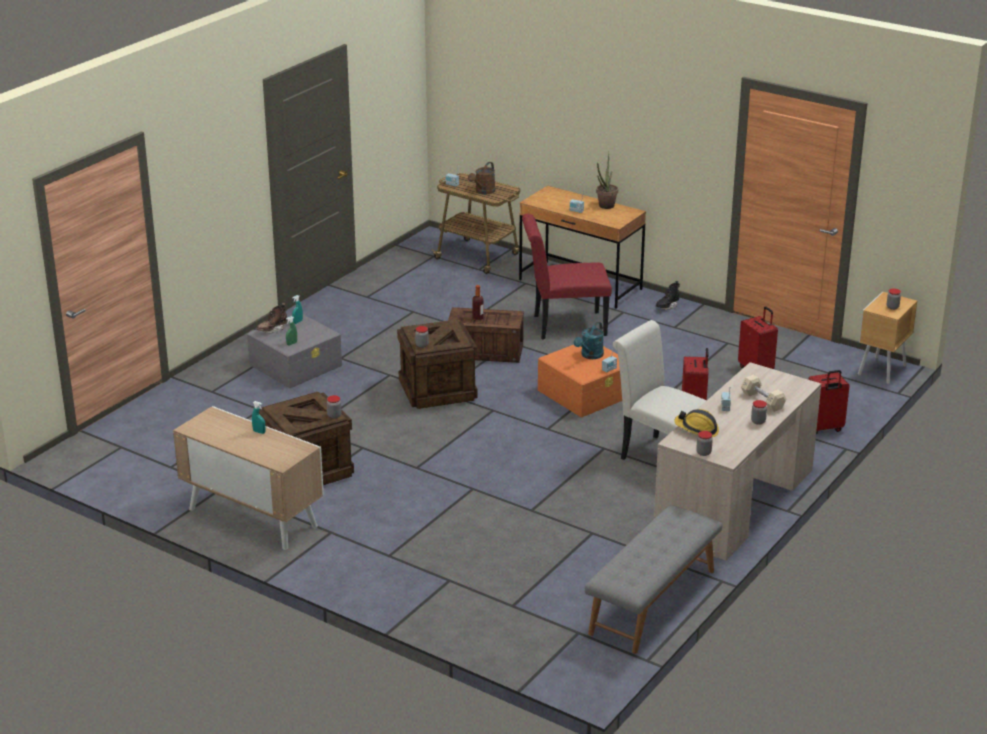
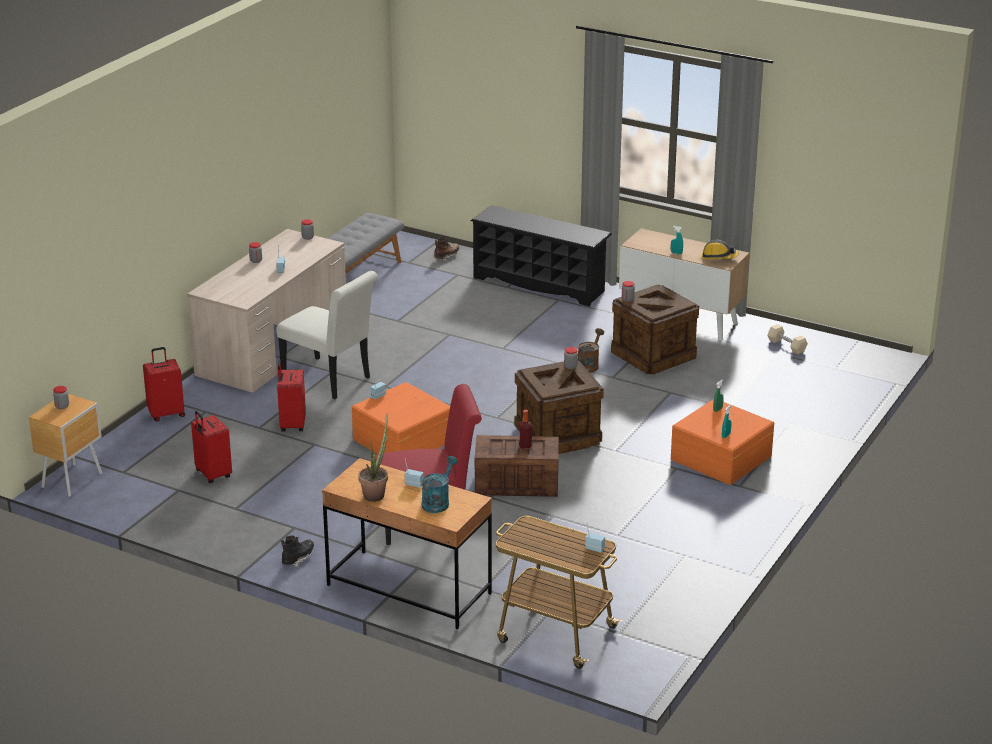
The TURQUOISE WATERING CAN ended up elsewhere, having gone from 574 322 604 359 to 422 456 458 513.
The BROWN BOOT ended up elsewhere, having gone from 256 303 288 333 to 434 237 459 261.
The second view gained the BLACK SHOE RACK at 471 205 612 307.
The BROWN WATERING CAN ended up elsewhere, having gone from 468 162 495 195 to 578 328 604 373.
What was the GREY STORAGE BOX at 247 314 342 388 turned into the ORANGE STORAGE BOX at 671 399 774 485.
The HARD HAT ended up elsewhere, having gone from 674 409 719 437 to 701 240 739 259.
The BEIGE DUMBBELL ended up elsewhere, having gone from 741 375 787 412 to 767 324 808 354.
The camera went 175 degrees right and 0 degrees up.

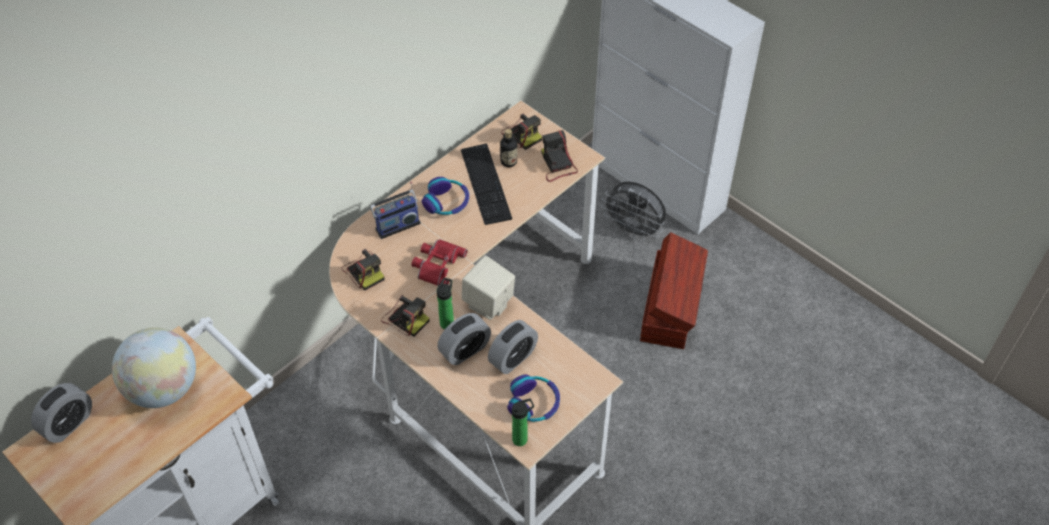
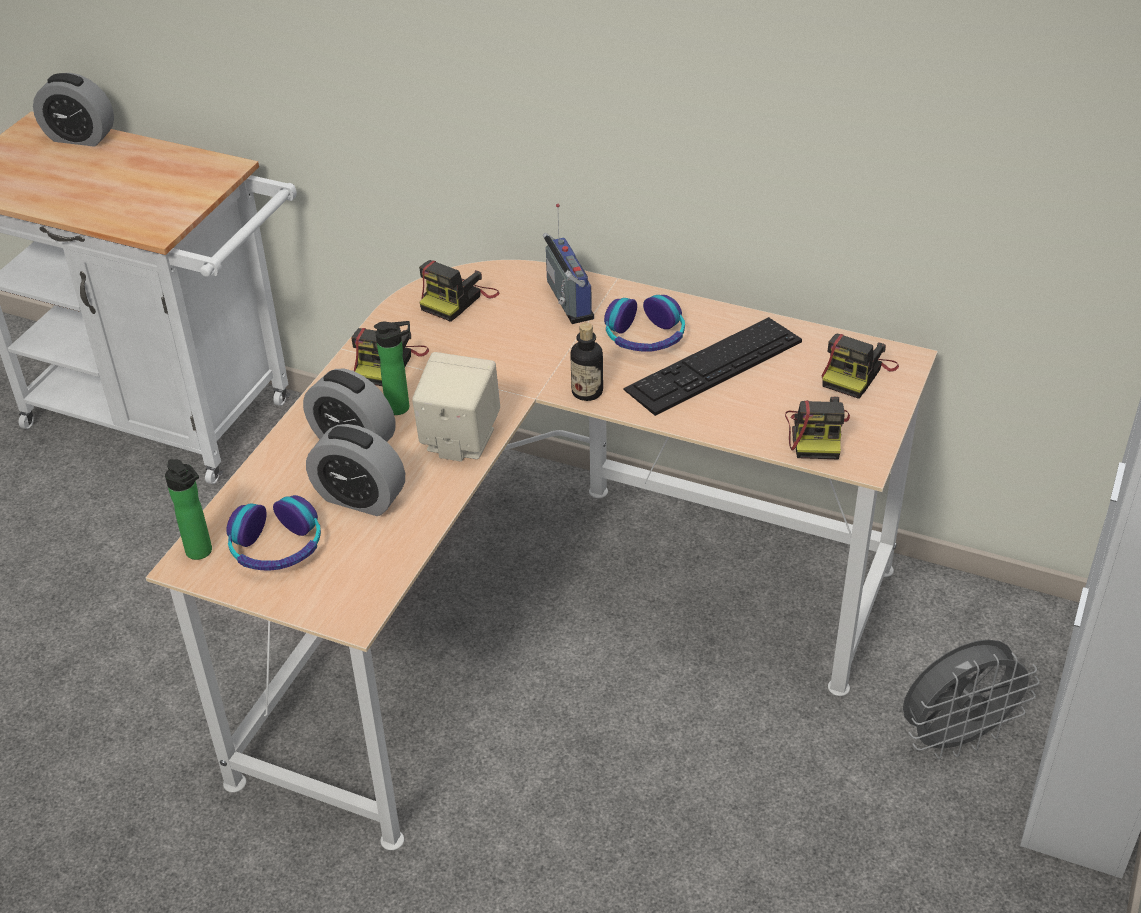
The RADIO at 370 181 421 239 ended up facing another way, 150 degrees counterclockwise from before.
The BOTTLE ended up elsewhere, having gone from 500 129 517 167 to 570 323 603 401.
The PHOTO CAMERA at 541 130 578 182 ended up facing another way, 135 degrees clockwise from before.
The GREY FAN at 601 182 666 241 ended up facing another way, 120 degrees counterclockwise from before.
The second view lost the GLOBE at 112 328 196 408.
The second view lost the RED BINOCULARS at 412 239 467 286.
The second view lost the BROWN STORAGE BOX at 640 232 708 349.
The camera went 70 degrees right and 10 degrees down.

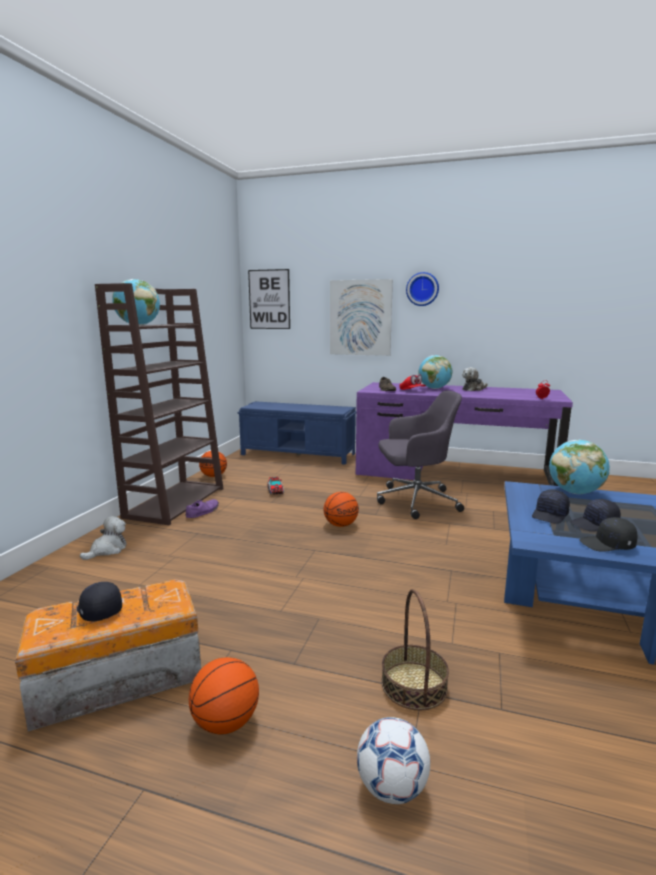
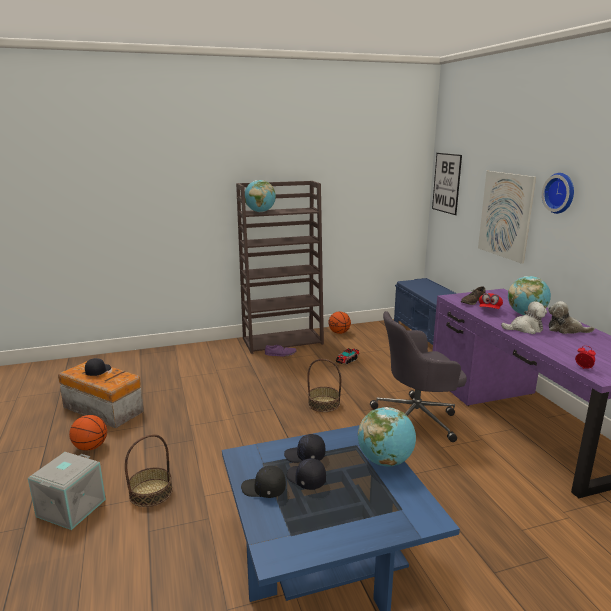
Where the FOOTBALL stood at 357 717 430 804, the GREY STORAGE BOX came to stand at 28 452 106 530.
The BLACK CAP at 579 517 637 552 ended up facing another way, 45 degrees counterclockwise from before.
Where the BASKETBALL stood at 323 492 359 527, the BASKET came to stand at 307 359 341 412.
The GREY OFFICE CHAIR at 377 391 464 519 ended up facing another way, 120 degrees clockwise from before.
The PLUSH TOY ended up elsewhere, having gone from 80 516 127 560 to 501 301 547 334.
The camera went 55 degrees right and 5 degrees up.

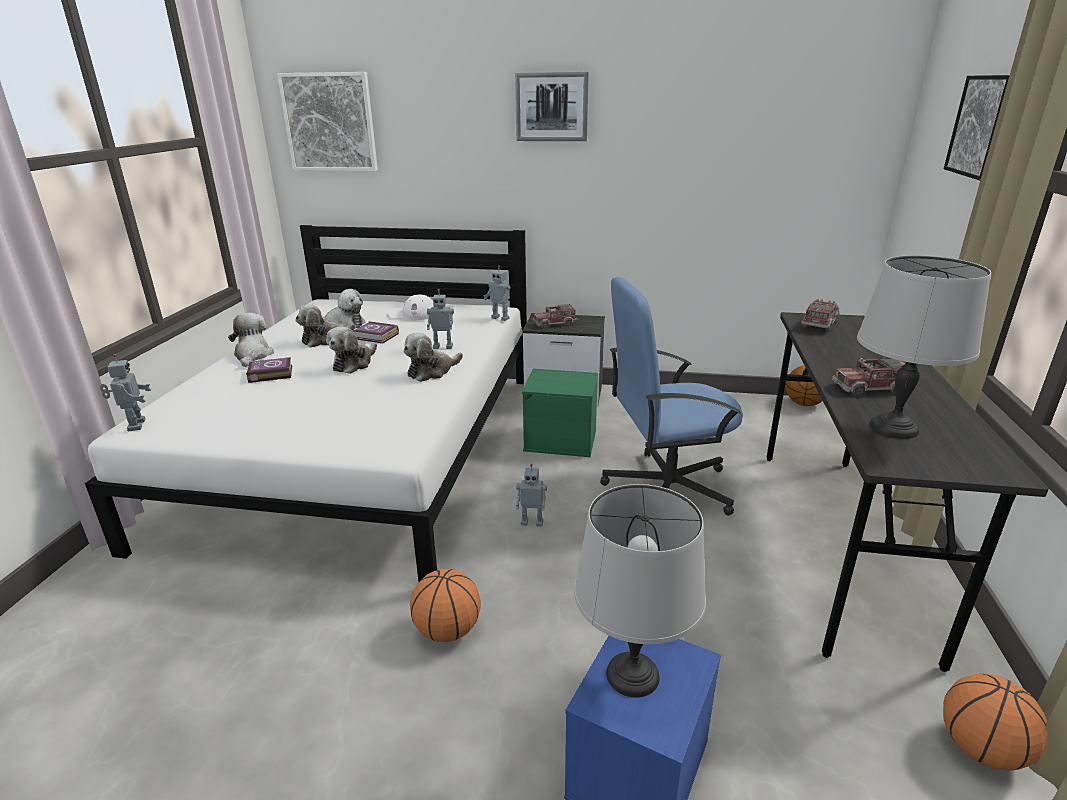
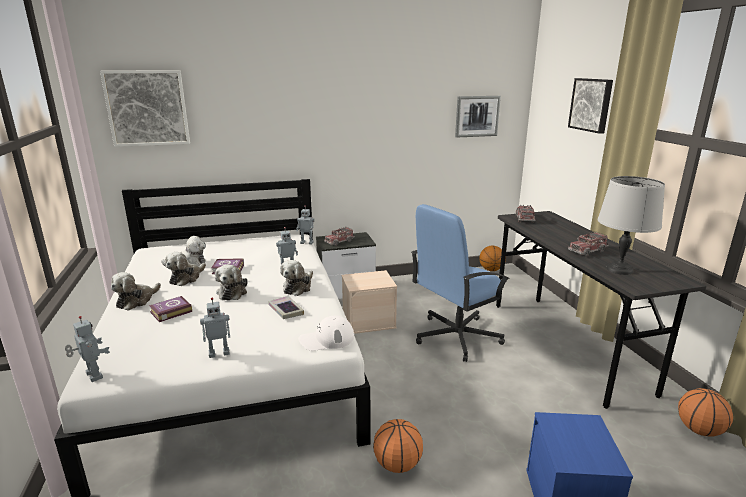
The PLUSH TOY at 228 313 274 367 ended up facing another way, 120 degrees counterclockwise from before.
The TOY ROBOT ended up elsewhere, having gone from 516 464 547 527 to 200 298 230 358.
The second view gained the BOOK at 268 295 304 319.
The WHITE CAP ended up elsewhere, having gone from 388 295 434 320 to 299 316 354 351.
What was the GREEN STORAGE BOX at 522 369 598 457 turned into the BEIGE STORAGE BOX at 341 270 397 334.
The PICTURE ended up elsewhere, having gone from 515 72 589 141 to 455 96 501 138.
The second view lost the GREY TABLE LAMP at 574 484 706 698.
The camera went 25 degrees left and 5 degrees down.

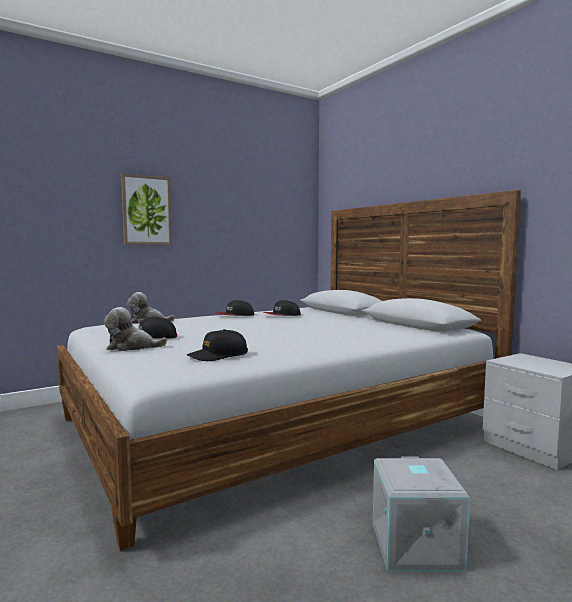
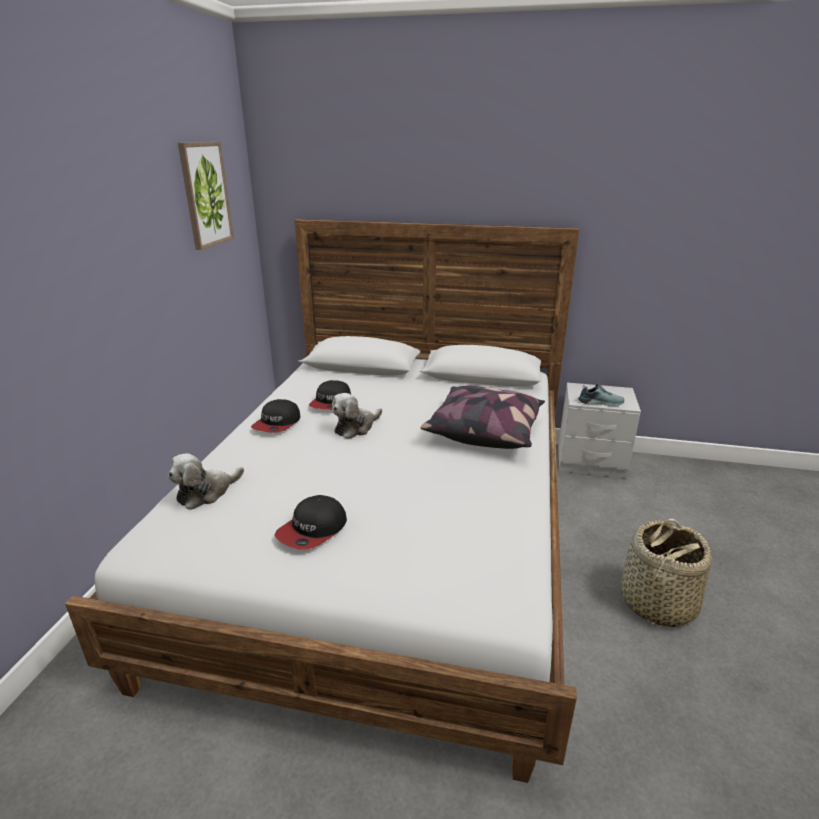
The PICTURE ended up elsewhere, having gone from 121 173 172 245 to 178 142 234 250.
The PLUSH TOY ended up elsewhere, having gone from 104 307 167 351 to 332 393 382 439.
The second view gained the PILLOW at 421 386 545 449.
The second view gained the SHOE at 578 384 624 406.
Where the GREY STORAGE BOX stood at 373 457 470 572, the BASKET came to stand at 621 518 711 627.
The second view lost the BLACK CAP at 187 329 248 361.
The camera went 45 degrees left and 20 degrees up.

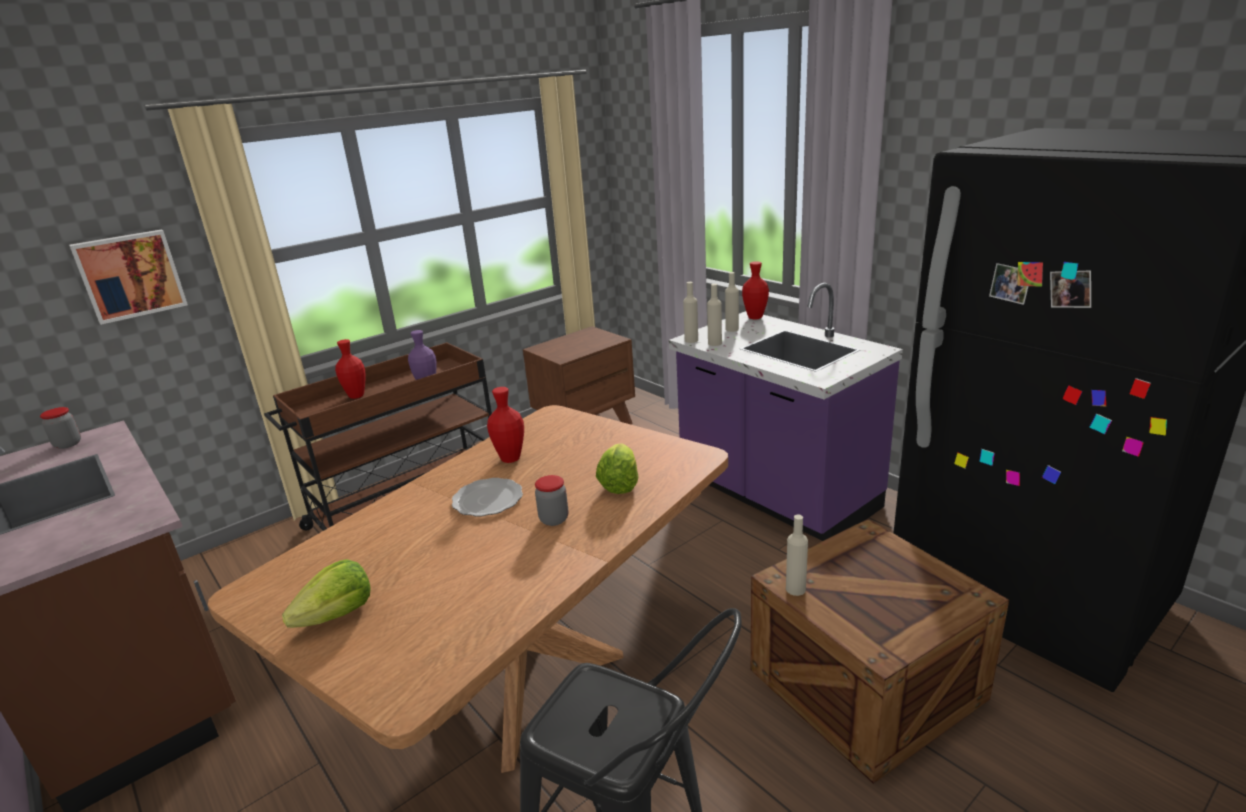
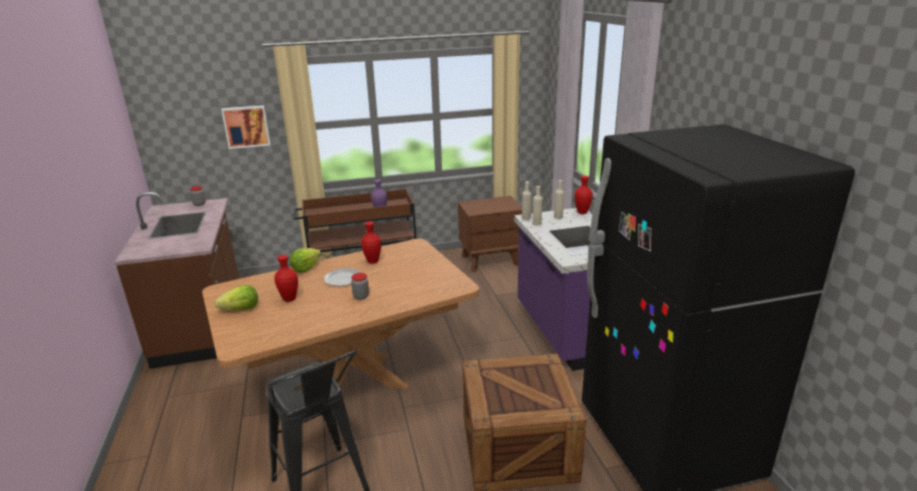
The RED VASE ended up elsewhere, having gone from 335 339 366 399 to 274 255 298 302.
The LETTUCE ended up elsewhere, having gone from 596 443 639 494 to 290 248 321 273.
The second view lost the BEIGE BOTTLE at 786 515 808 596.
The camera went 25 degrees right and 0 degrees up.

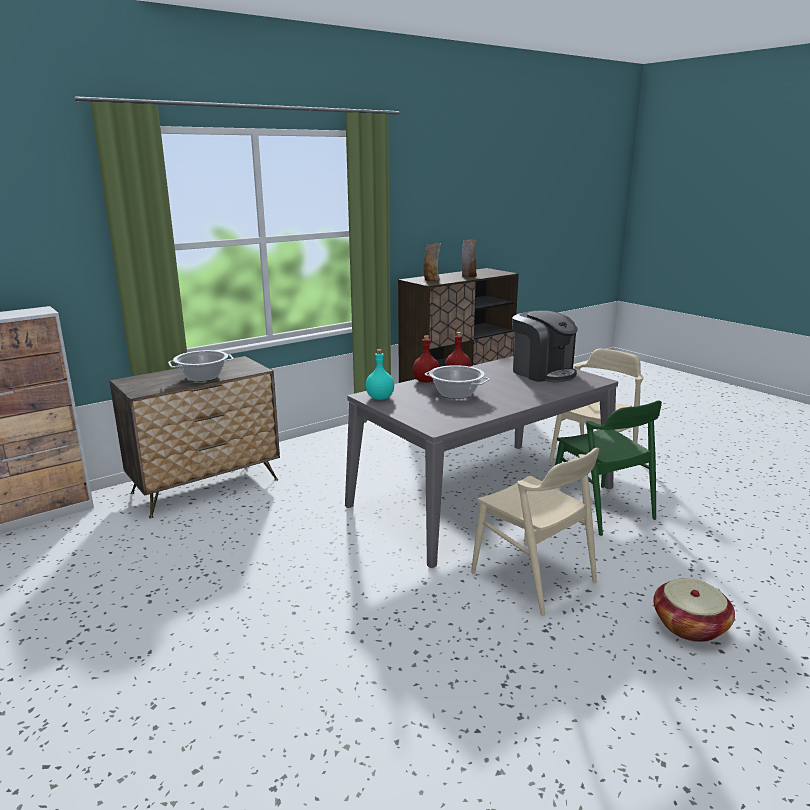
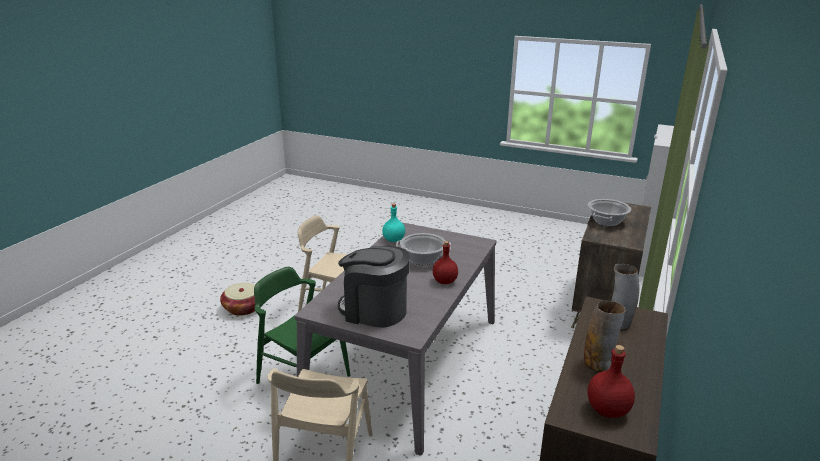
The TURQUOISE BOTTLE ended up elsewhere, having gone from 366 349 394 400 to 382 204 405 242.
The RED BOTTLE ended up elsewhere, having gone from 413 335 439 383 to 587 345 635 418.
The camera went 150 degrees right and 5 degrees up.

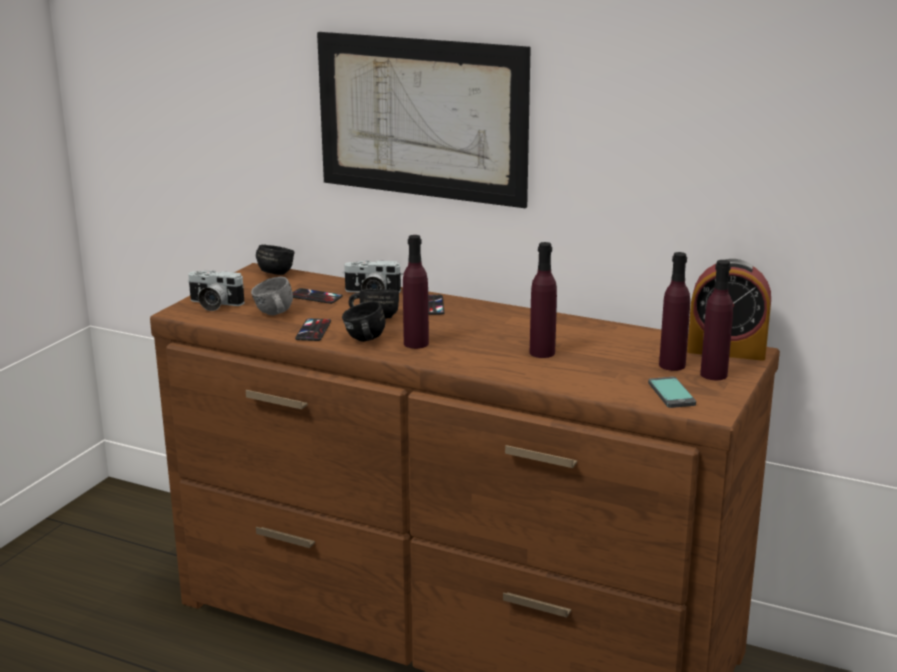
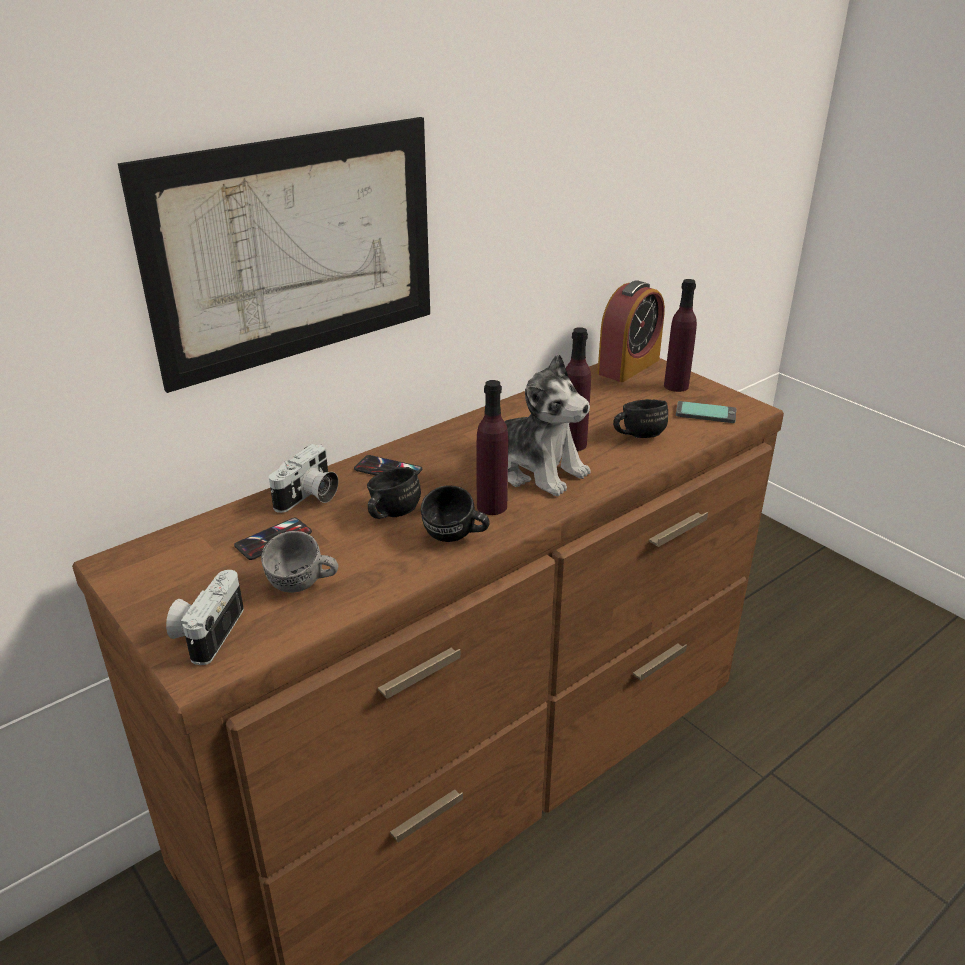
The PHOTO CAMERA at 188 270 245 311 ended up facing another way, 150 degrees clockwise from before.
The second view gained the PLUSH TOY at 505 353 591 496.
The BLACK MUG ended up elsewhere, having gone from 256 245 295 275 to 613 399 668 438.
The second view lost the PHONE at 295 318 331 341.
The second view lost the PURPLE BOTTLE at 659 252 690 371.
The camera went 65 degrees left and 10 degrees up.

